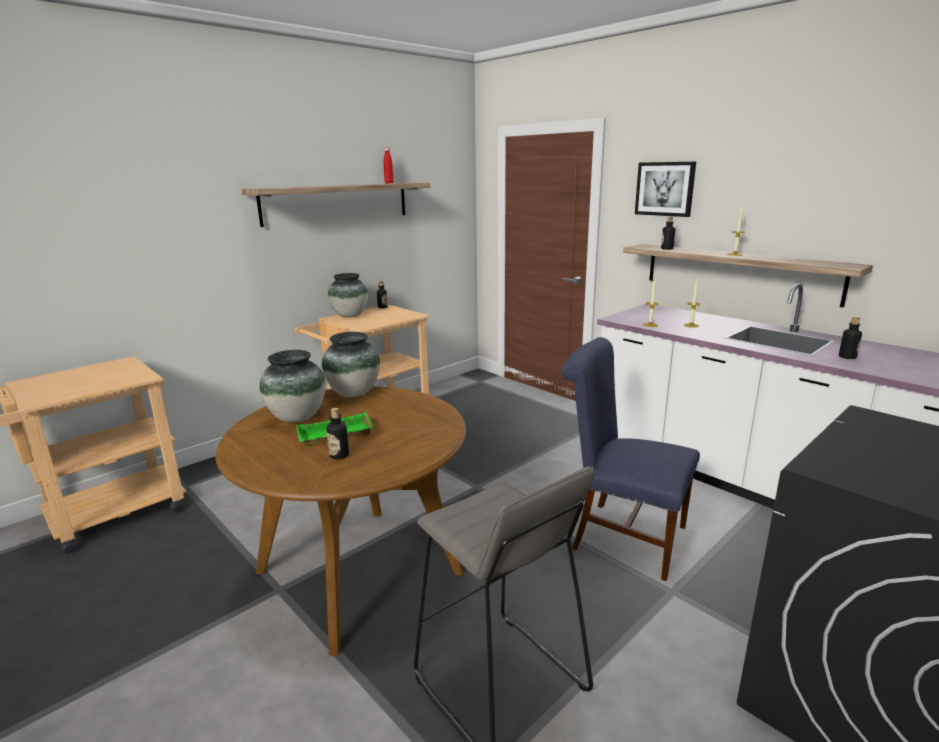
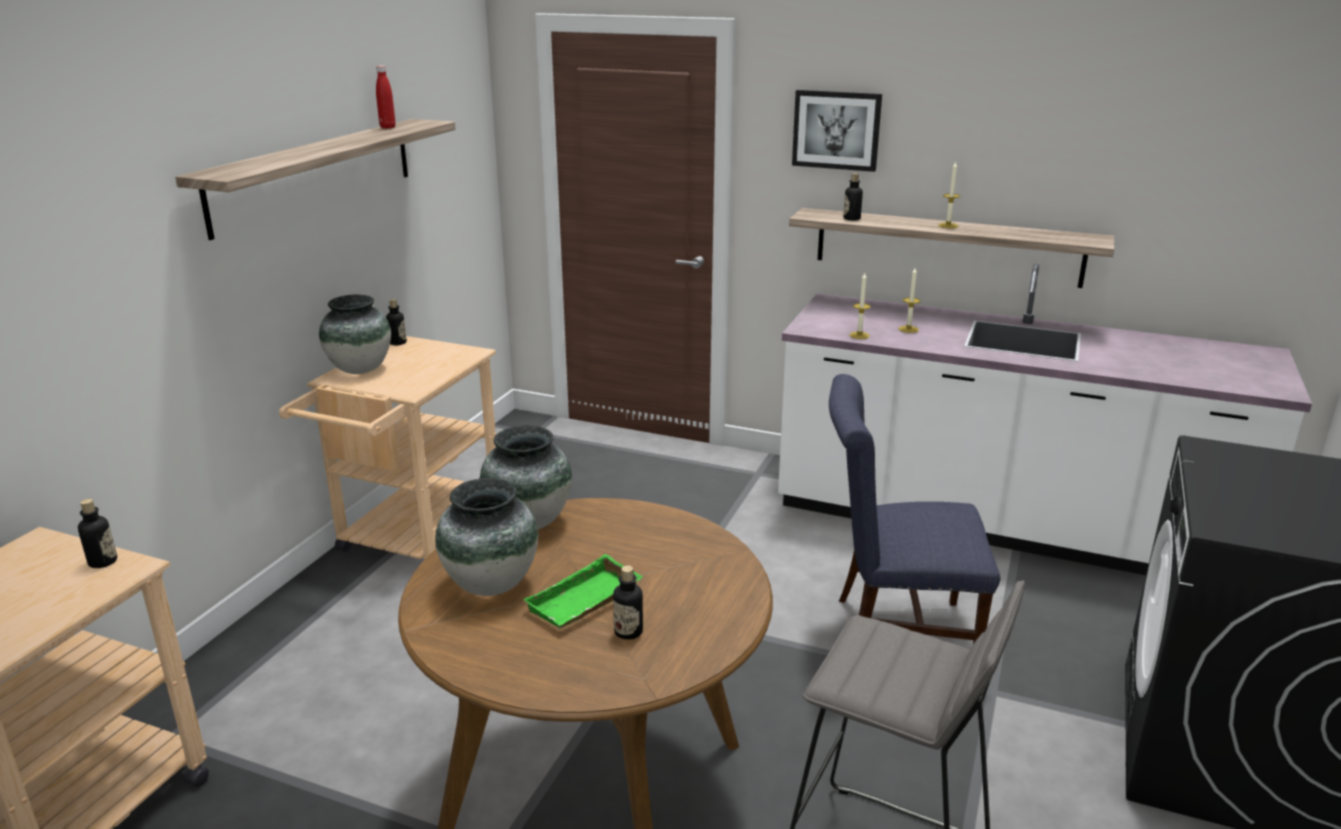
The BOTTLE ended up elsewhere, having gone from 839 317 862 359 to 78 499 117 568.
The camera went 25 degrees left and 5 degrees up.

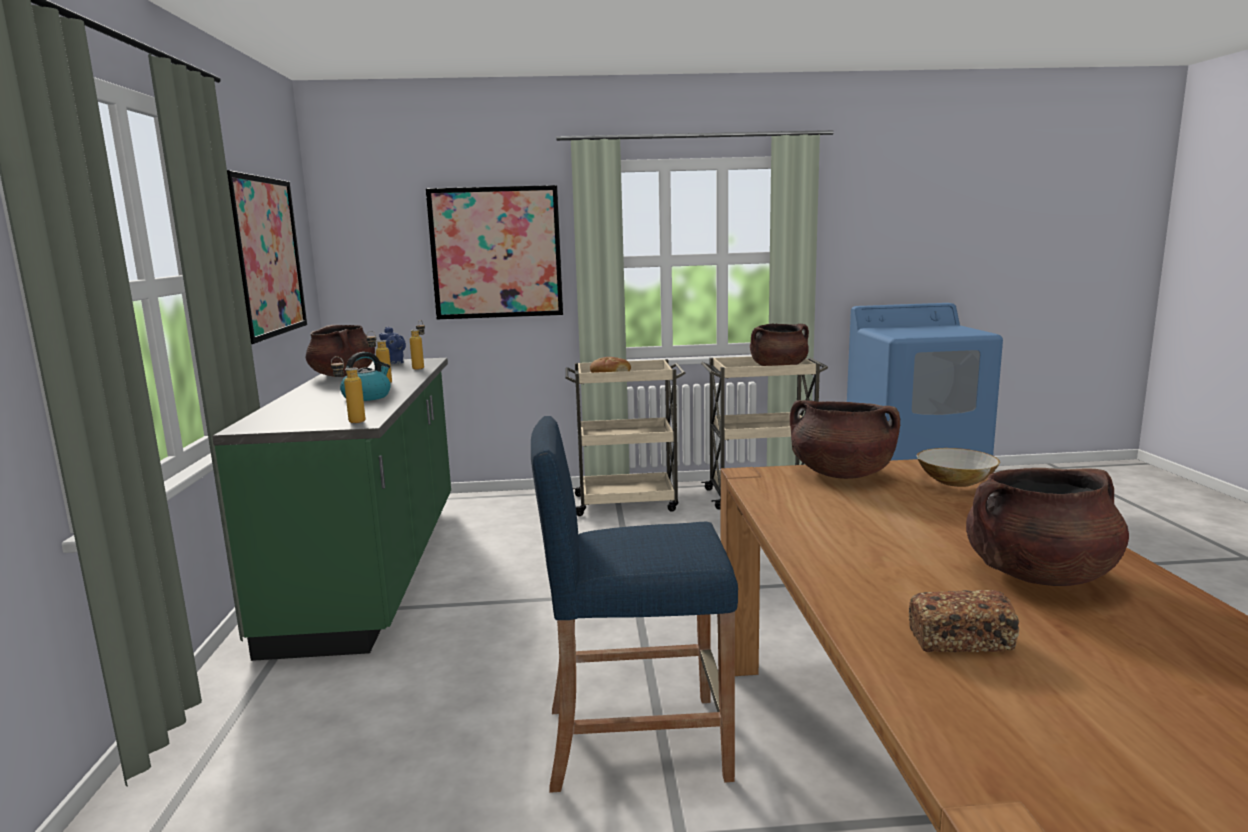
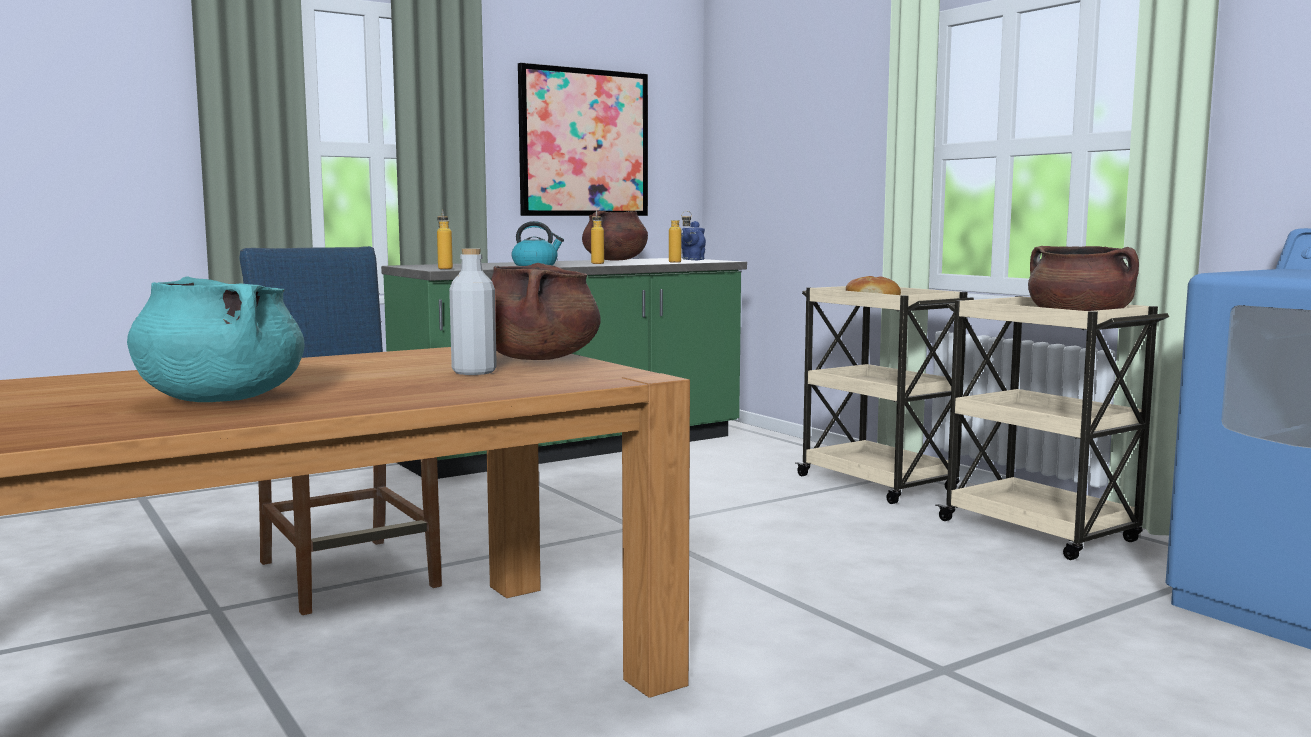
What was the BROWN COOKING POT at 966 468 1129 586 turned into the TURQUOISE COOKING POT at 127 276 304 402.
The second view gained the GREY BOTTLE at 449 249 497 375.
The second view lost the PICTURE at 426 185 563 319.
The second view lost the BREAD at 909 590 1020 652.
The second view lost the BOWL at 917 448 1000 487.
The camera went 60 degrees right and 5 degrees down.

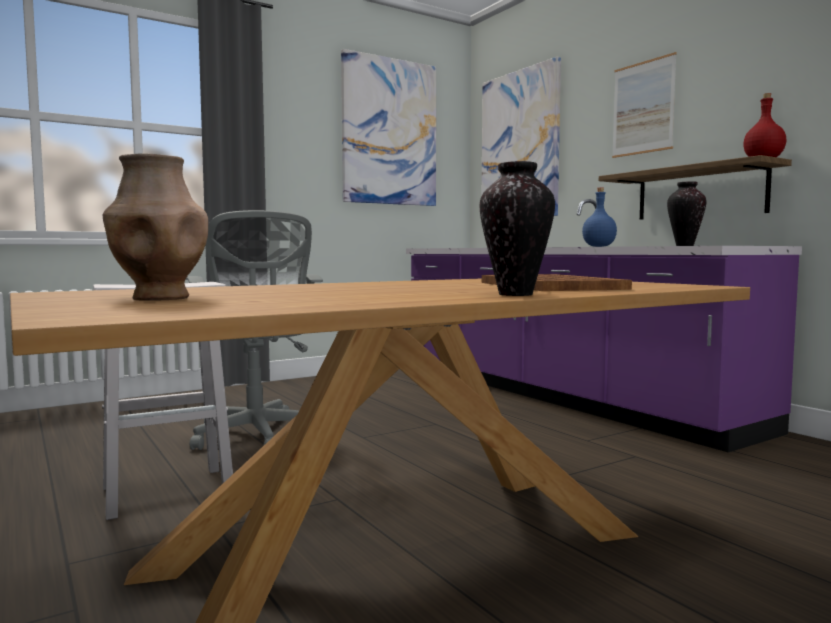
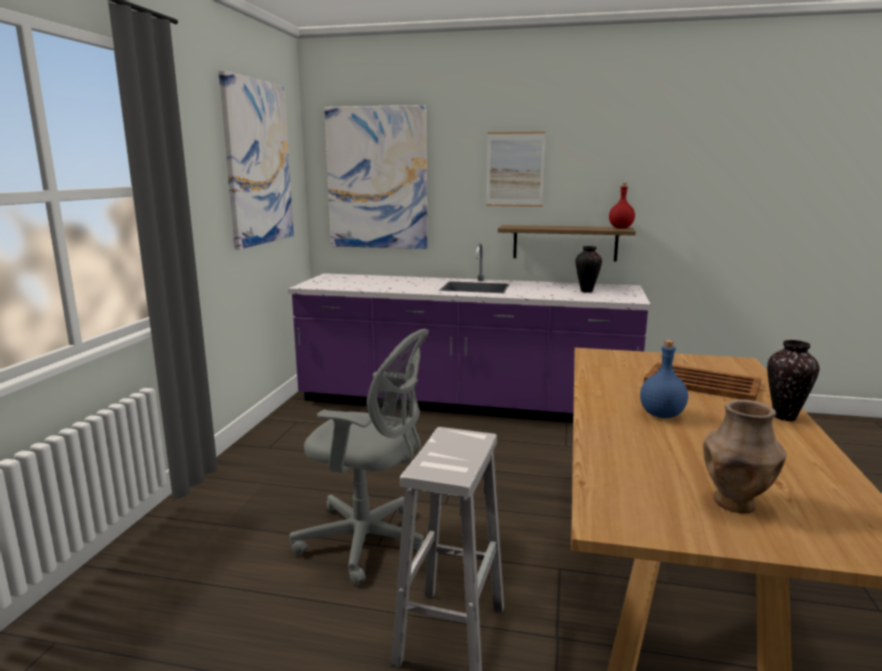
The BLUE BOTTLE ended up elsewhere, having gone from 582 187 617 247 to 640 340 688 418.
The camera went 45 degrees left and 10 degrees up.

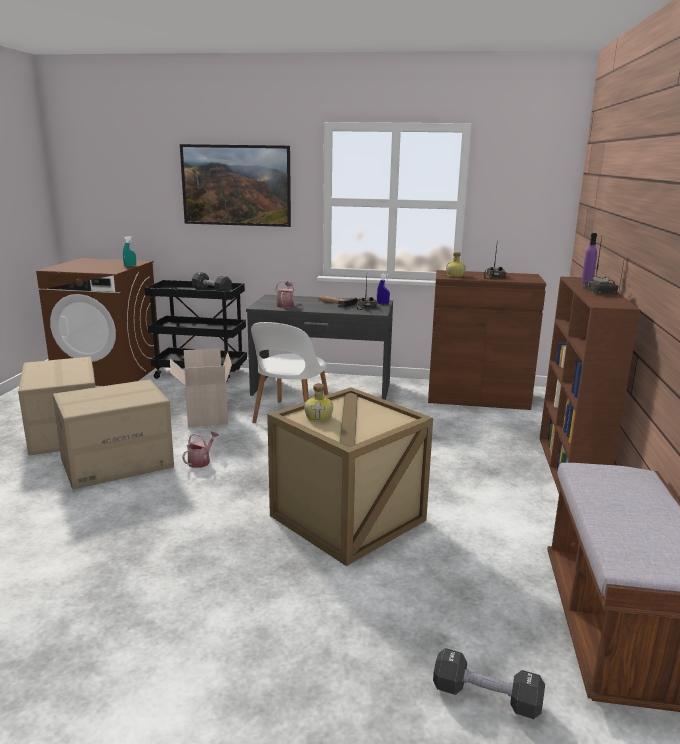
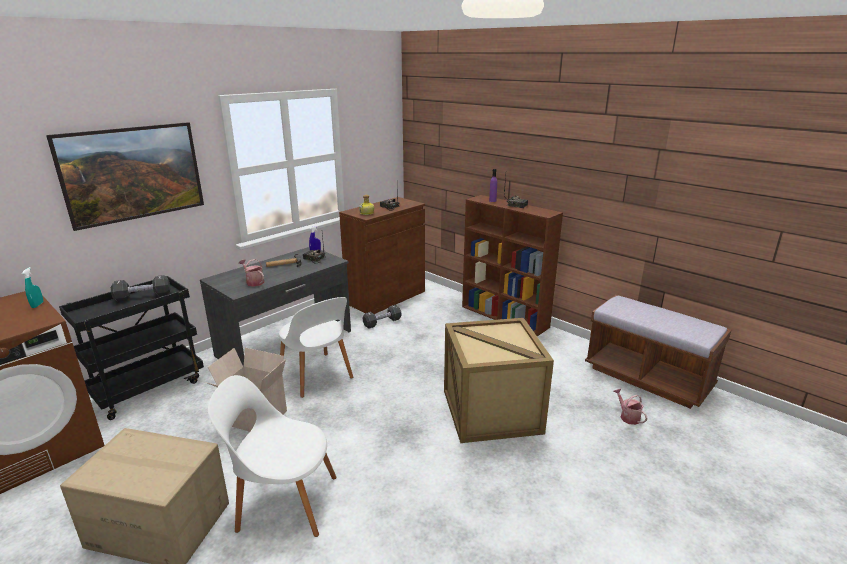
Where the CARDBOARD BOX stood at 53 379 174 489, the WHITE CHAIR came to stand at 208 375 337 537.
The BLACK DUMBBELL ended up elsewhere, having gone from 433 648 545 719 to 363 305 401 329.
The WATERING CAN ended up elsewhere, having gone from 182 431 219 468 to 613 388 647 425.
The second view lost the BOTTLE at 304 383 333 422.
The camera went 55 degrees left and 5 degrees up.

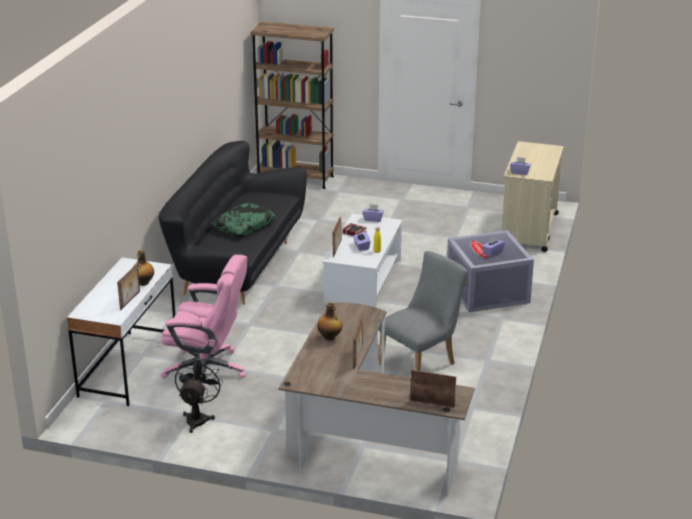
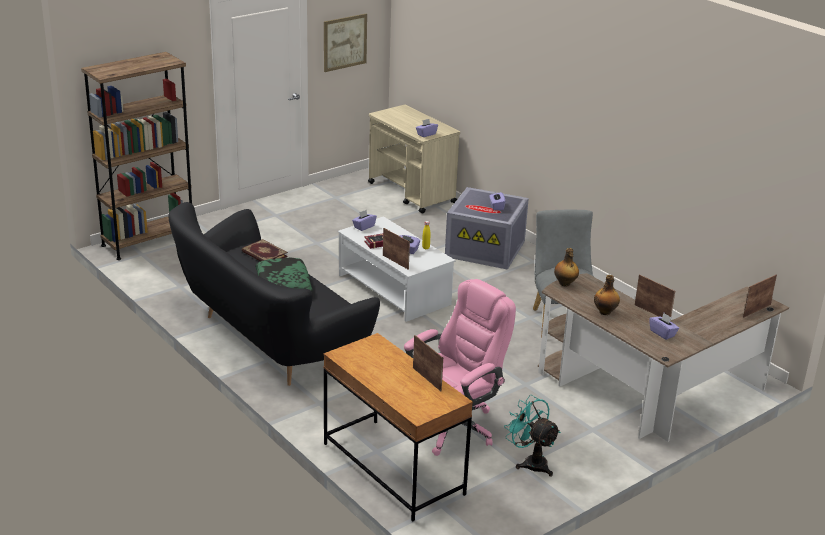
The second view gained the BOOK at 242 239 288 262.
The second view gained the PICTURE at 324 14 367 72.
What was the WHITE DESK at 67 258 175 406 turned into the BROWN DESK at 324 333 473 521.
What was the BLACK FAN at 175 358 223 433 turned into the TURQUOISE FAN at 504 395 561 477.
The BOTTLE ended up elsewhere, having gone from 132 250 154 286 to 554 248 579 286.
The second view gained the PURPLE TISSUE BOX at 649 313 679 340.
The camera went 55 degrees left and 0 degrees up.

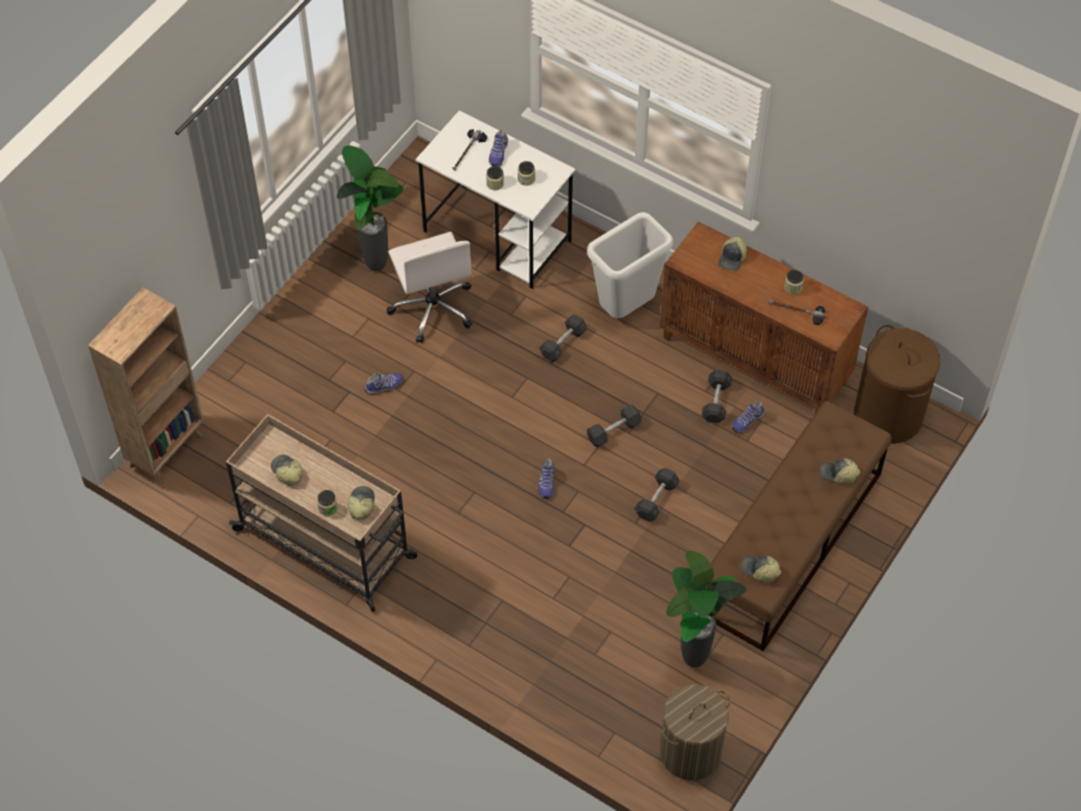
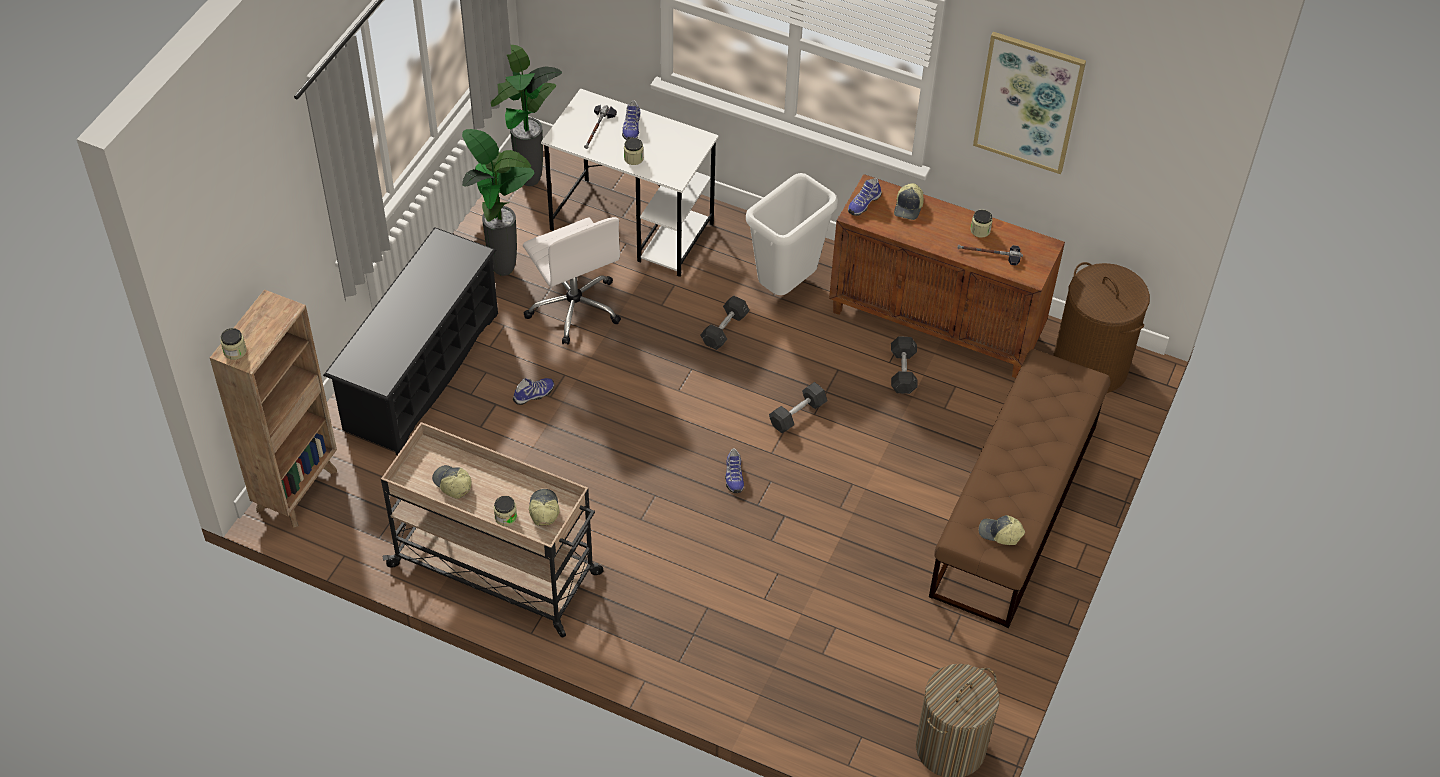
The JAR ended up elsewhere, having gone from 518 161 535 186 to 220 328 247 360.
The second view gained the BLACK SHOE RACK at 323 227 498 455.
The POTTED PLANT ended up elsewhere, having gone from 666 551 747 668 to 491 45 562 186.
The SHOE ended up elsewhere, having gone from 732 402 765 433 to 848 178 882 216.
The second view gained the PICTURE at 973 32 1086 174.
The second view lost the GREY DUMBBELL at 634 468 680 522.
The second view lost the CAP at 820 458 860 484.
The camera went 10 degrees left and 5 degrees down.

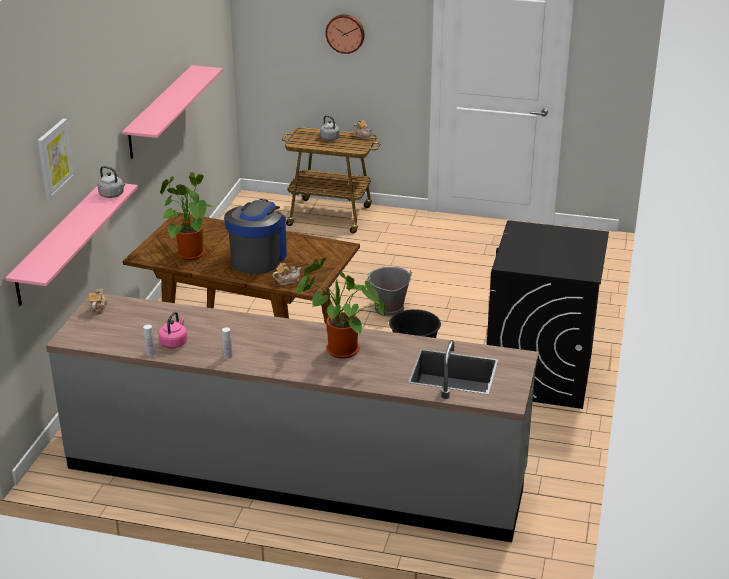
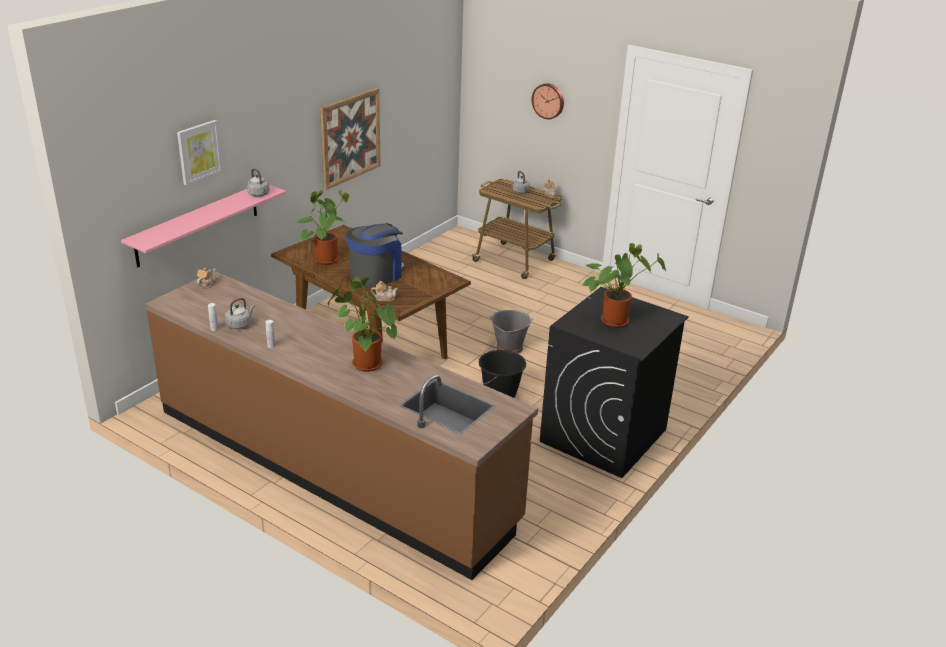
What was the GREY COUNTER at 46 292 538 542 turned into the BROWN COUNTER at 145 271 538 580.
What was the PINK KETTLE at 159 312 187 348 turned into the GREY KETTLE at 225 298 255 329.
Where the PINK SHELF hung at 122 65 223 159, the PICTURE came to hang at 320 88 380 190.
The second view gained the POTTED PLANT at 581 243 666 328.
The camera went 20 degrees right and 0 degrees up.

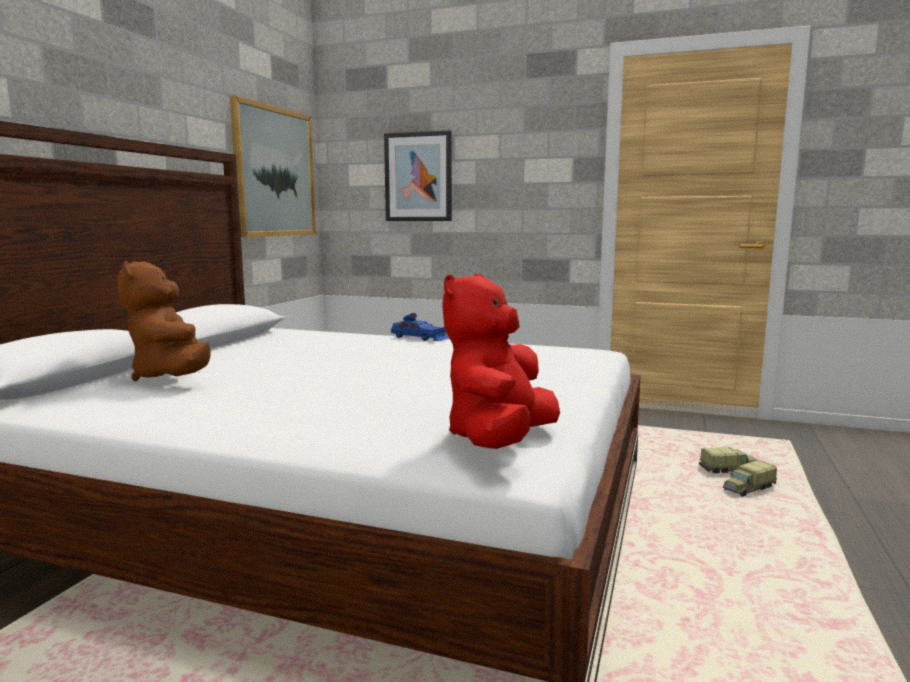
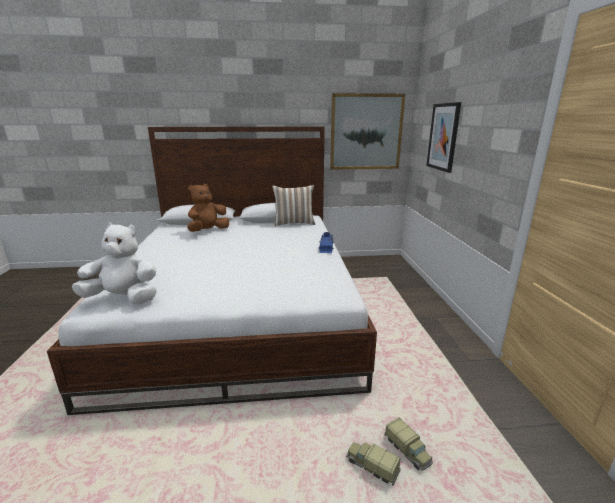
What was the RED PLUSH TOY at 442 274 560 449 turned into the WHITE PLUSH TOY at 72 222 157 304.
The second view gained the PILLOW at 272 185 315 226.
The camera went 65 degrees right and 10 degrees up.

